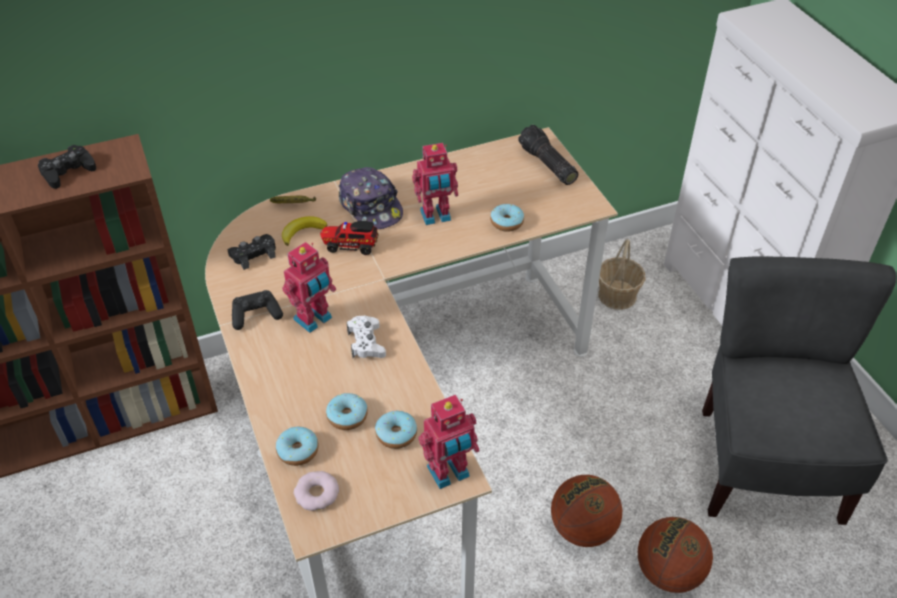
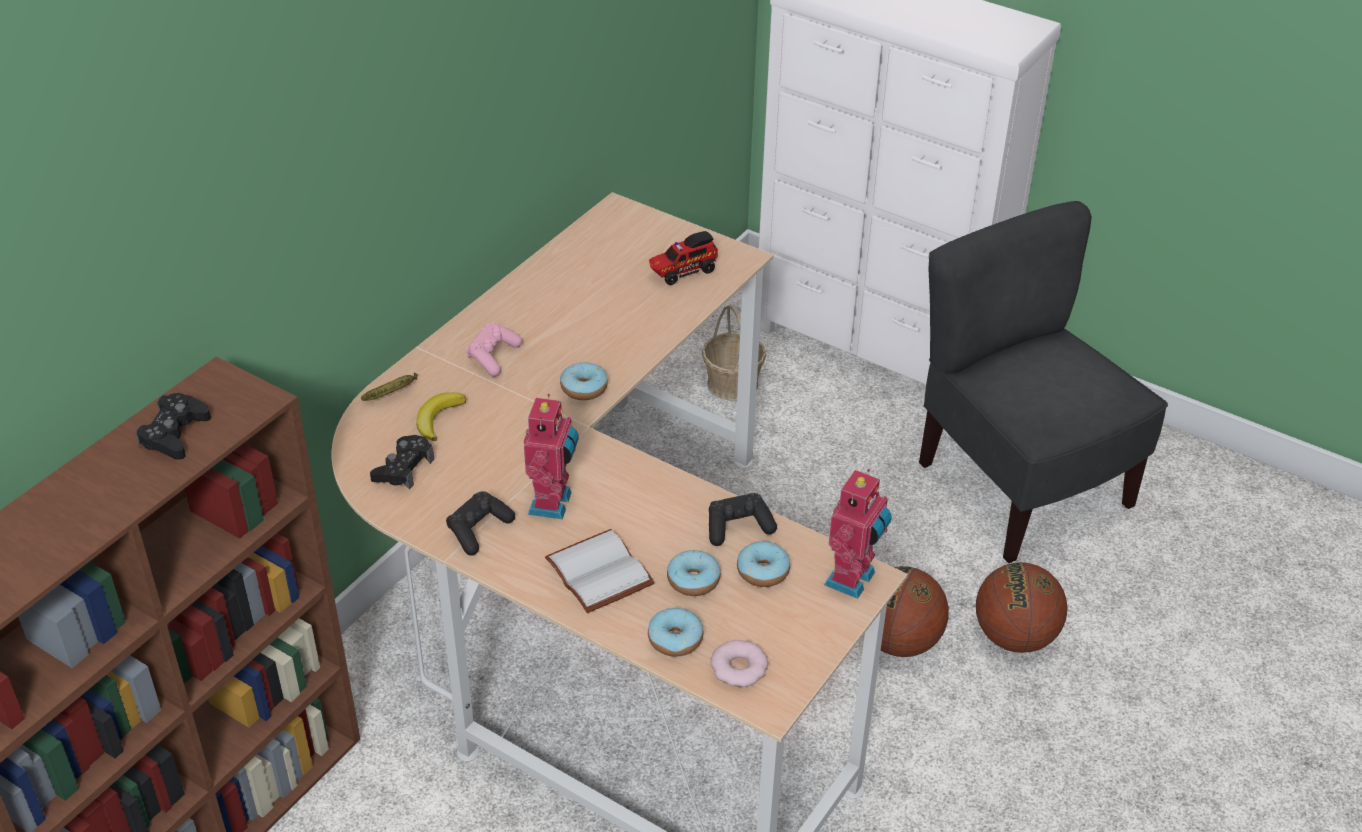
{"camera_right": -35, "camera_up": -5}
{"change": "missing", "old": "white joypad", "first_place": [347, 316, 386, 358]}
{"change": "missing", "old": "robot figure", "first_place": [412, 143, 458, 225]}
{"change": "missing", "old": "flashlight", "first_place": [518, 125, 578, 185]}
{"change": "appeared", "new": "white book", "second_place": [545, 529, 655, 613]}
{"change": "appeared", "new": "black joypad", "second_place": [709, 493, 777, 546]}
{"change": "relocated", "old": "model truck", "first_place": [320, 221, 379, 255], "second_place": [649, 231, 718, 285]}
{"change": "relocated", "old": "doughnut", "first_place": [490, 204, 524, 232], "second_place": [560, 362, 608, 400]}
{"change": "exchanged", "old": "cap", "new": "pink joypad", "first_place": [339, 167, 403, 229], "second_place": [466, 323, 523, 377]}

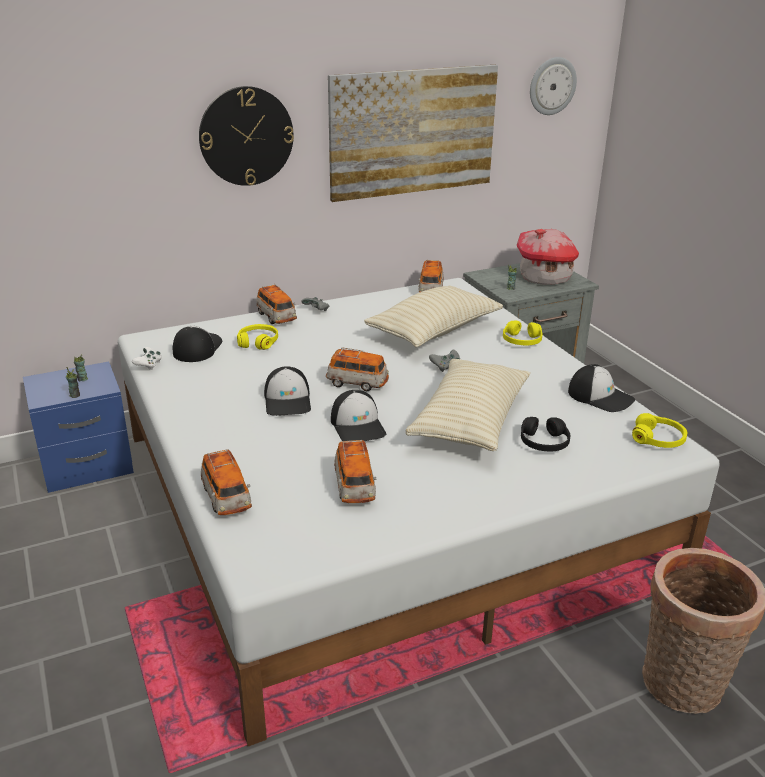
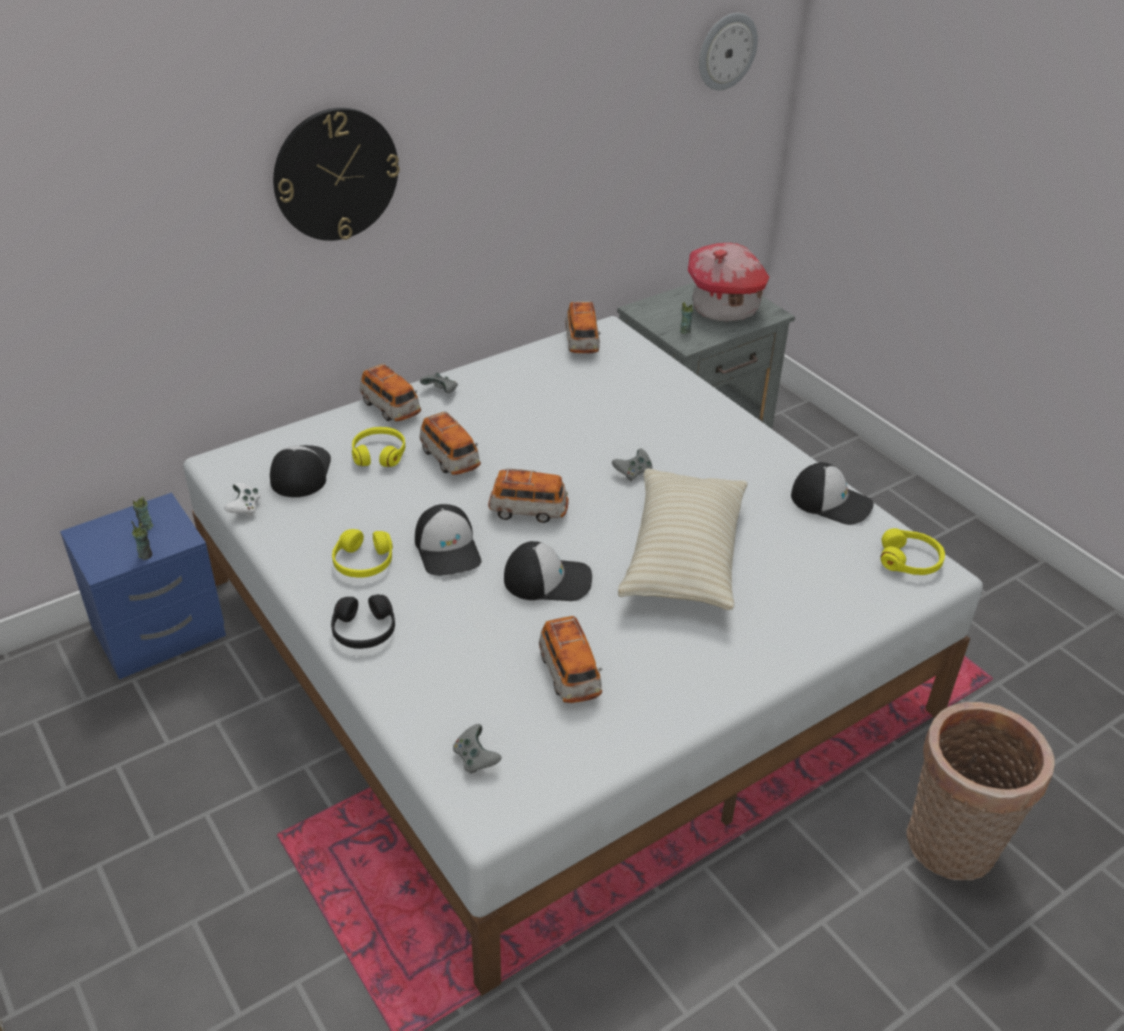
{"camera_right": -10, "camera_up": 10}
{"change": "missing", "old": "wall art", "first_place": [328, 65, 498, 202]}
{"change": "missing", "old": "sand-coloured cushion", "first_place": [364, 285, 503, 348]}
{"change": "appeared", "new": "gray joypad", "second_place": [453, 724, 501, 774]}
{"change": "relocated", "old": "miniature car", "first_place": [201, 449, 252, 515], "second_place": [420, 411, 481, 475]}
{"change": "relocated", "old": "yellowish headphones", "first_place": [503, 321, 542, 345], "second_place": [332, 529, 393, 578]}
{"change": "relocated", "old": "black headphones", "first_place": [521, 417, 570, 451], "second_place": [331, 594, 395, 649]}
{"change": "spun", "old": "cap", "first_place": [331, 390, 386, 441], "second_place": [504, 541, 592, 601], "degrees": -60}

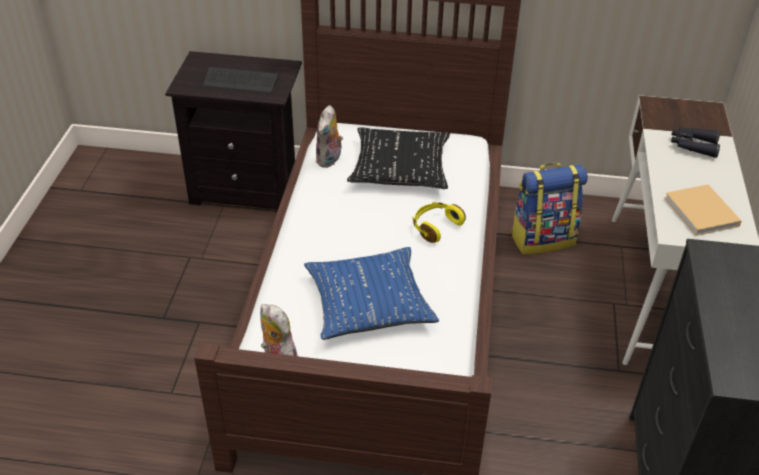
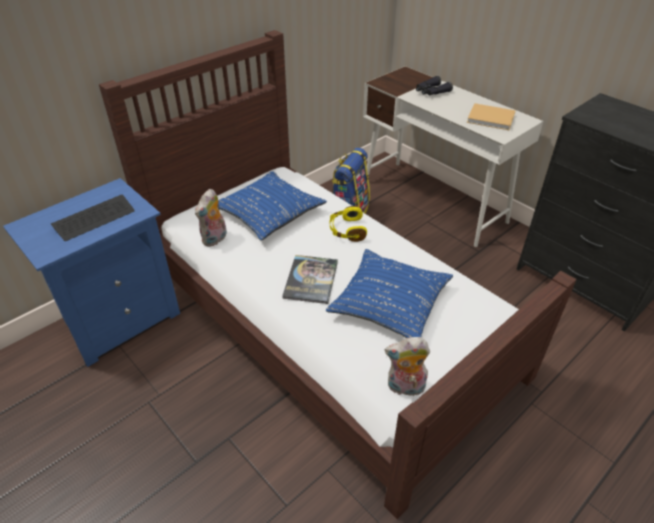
{"camera_right": -50, "camera_up": 0}
{"change": "appeared", "new": "book", "second_place": [282, 255, 338, 304]}
{"change": "colour", "old": "black nightstand", "new": "blue-coloured nightstand", "first_place": [165, 51, 302, 209], "second_place": [3, 178, 180, 367]}
{"change": "colour", "old": "black cushion", "new": "blue-coloured cushion", "first_place": [347, 127, 450, 189], "second_place": [218, 171, 327, 240]}
{"change": "spun", "old": "soft toy", "first_place": [316, 105, 343, 168], "second_place": [195, 189, 227, 247], "degrees": 60}

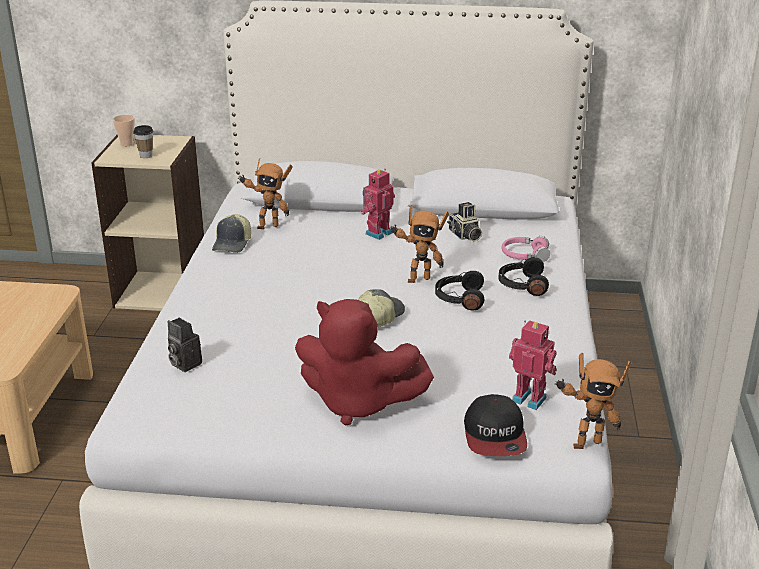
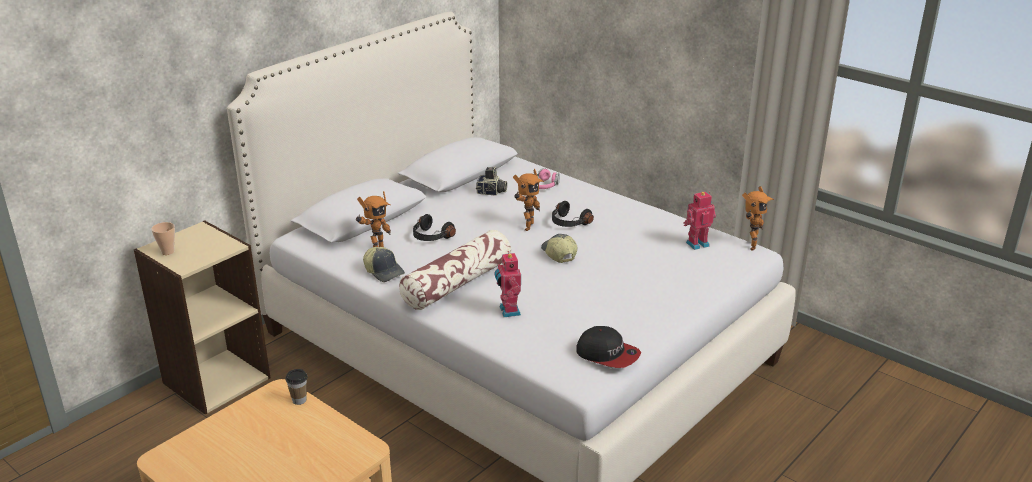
{"camera_right": -55, "camera_up": 0}
{"change": "missing", "old": "still camera", "first_place": [168, 317, 202, 372]}
{"change": "missing", "old": "reddish soft toy", "first_place": [295, 299, 434, 426]}
{"change": "appeared", "new": "cushion", "second_place": [399, 230, 511, 310]}
{"change": "relocated", "old": "drinking cup", "first_place": [133, 125, 153, 158], "second_place": [285, 369, 308, 405]}
{"change": "relocated", "old": "robot figure", "first_place": [360, 170, 395, 240], "second_place": [495, 251, 521, 317]}
{"change": "relocated", "old": "cap", "first_place": [464, 394, 527, 456], "second_place": [577, 326, 641, 368]}
{"change": "relocated", "old": "black headphones", "first_place": [498, 257, 549, 296], "second_place": [413, 214, 456, 241]}

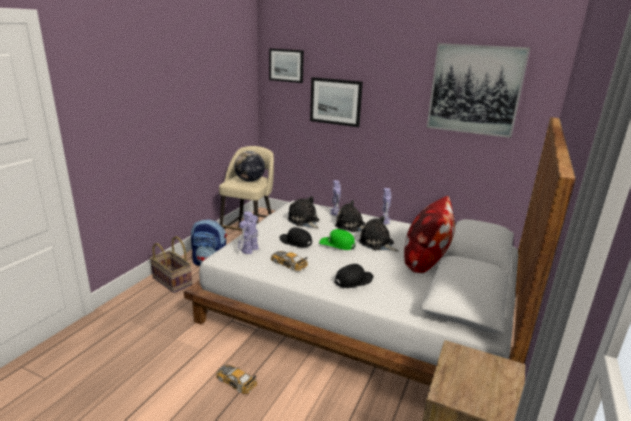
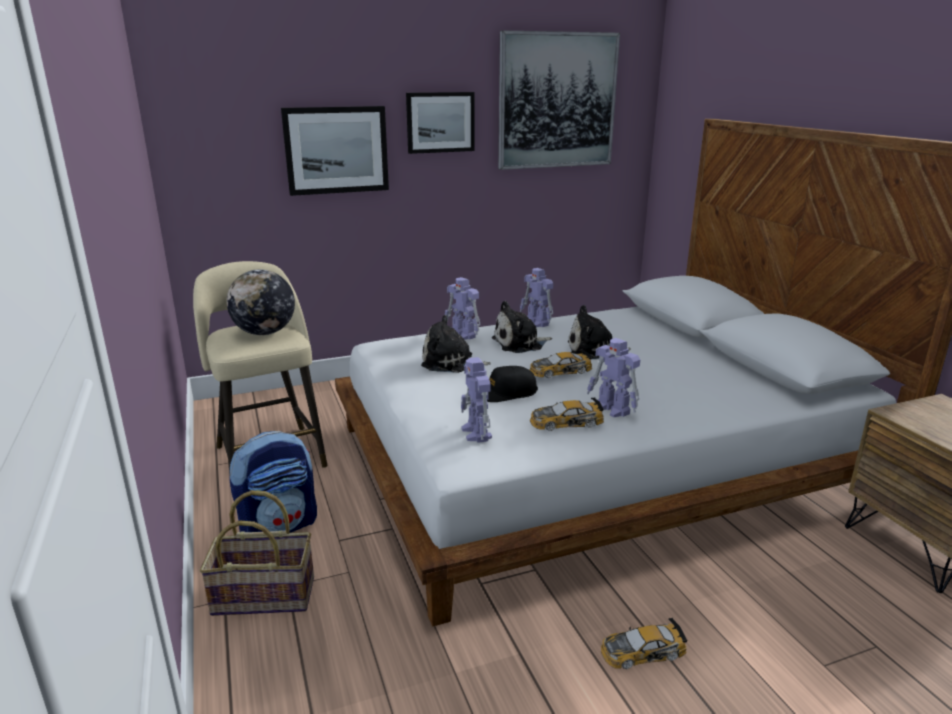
{"camera_right": -45, "camera_up": 0}
{"change": "missing", "old": "black cap", "first_place": [335, 264, 373, 288]}
{"change": "missing", "old": "cushion", "first_place": [404, 196, 455, 273]}
{"change": "appeared", "new": "robot figure", "second_place": [587, 338, 640, 417]}
{"change": "relocated", "old": "wall art", "first_place": [269, 48, 304, 83], "second_place": [406, 92, 474, 154]}
{"change": "exchanged", "old": "greenish cap", "new": "miniature car", "first_place": [319, 229, 355, 250], "second_place": [530, 349, 592, 378]}

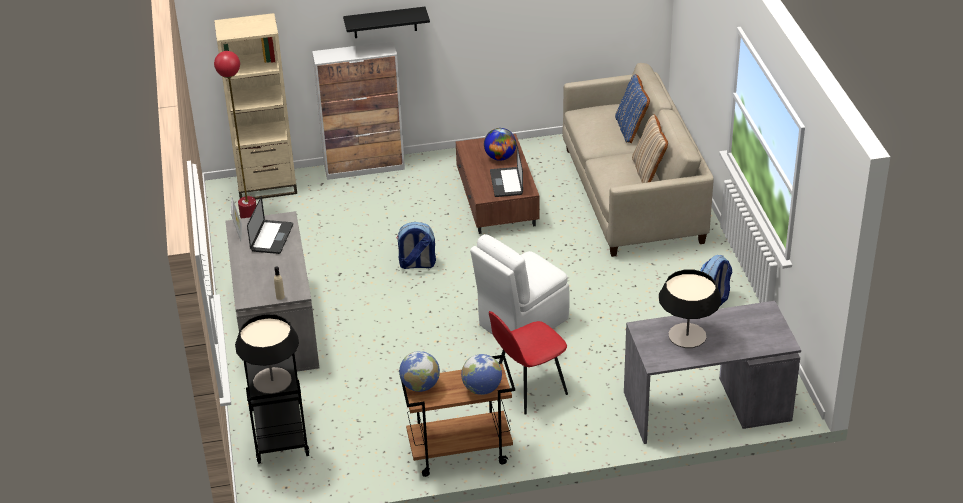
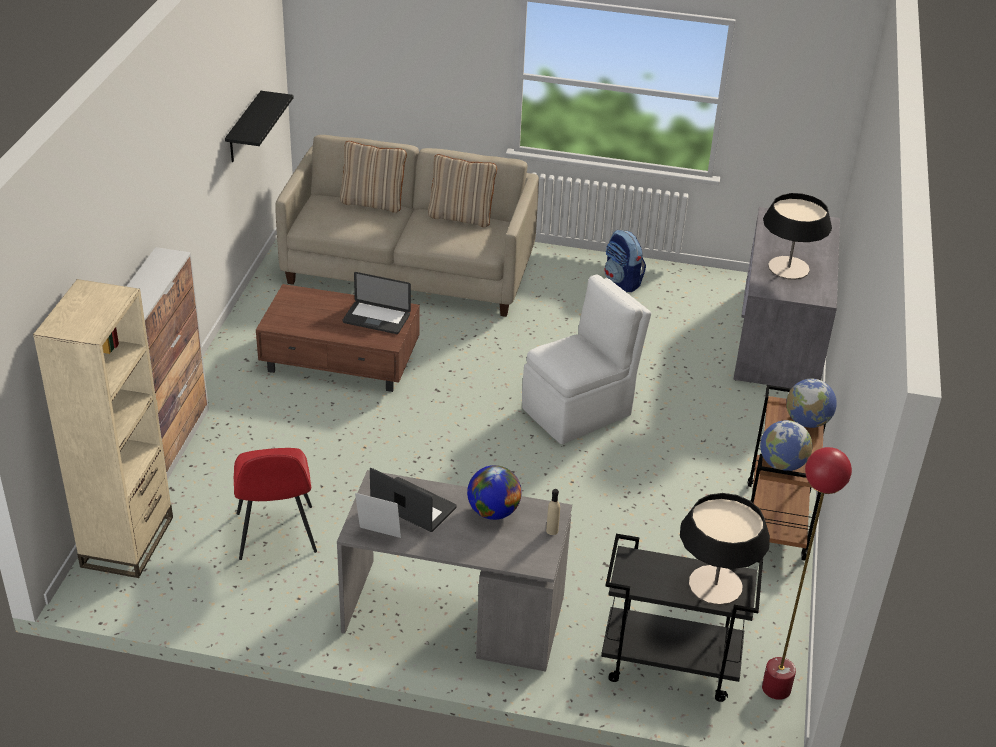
{"camera_right": -70, "camera_up": 0}
{"change": "missing", "old": "rucksack", "first_place": [396, 222, 436, 269]}
{"change": "relocated", "old": "reddish standard lamp", "first_place": [214, 51, 256, 219], "second_place": [762, 447, 852, 700]}
{"change": "relocated", "old": "black wall shelf", "first_place": [343, 7, 430, 38], "second_place": [225, 91, 293, 162]}
{"change": "relocated", "old": "globe", "first_place": [484, 128, 516, 161], "second_place": [467, 465, 522, 520]}
{"change": "relocated", "old": "reddish chair", "first_place": [489, 311, 568, 415], "second_place": [234, 448, 317, 560]}
{"change": "colour", "old": "blue-coloured cushion", "new": "sand-coloured cushion", "first_place": [615, 74, 650, 143], "second_place": [340, 141, 407, 213]}
{"change": "spun", "old": "white chair", "first_place": [470, 234, 570, 335], "second_place": [522, 275, 651, 444], "degrees": -105}

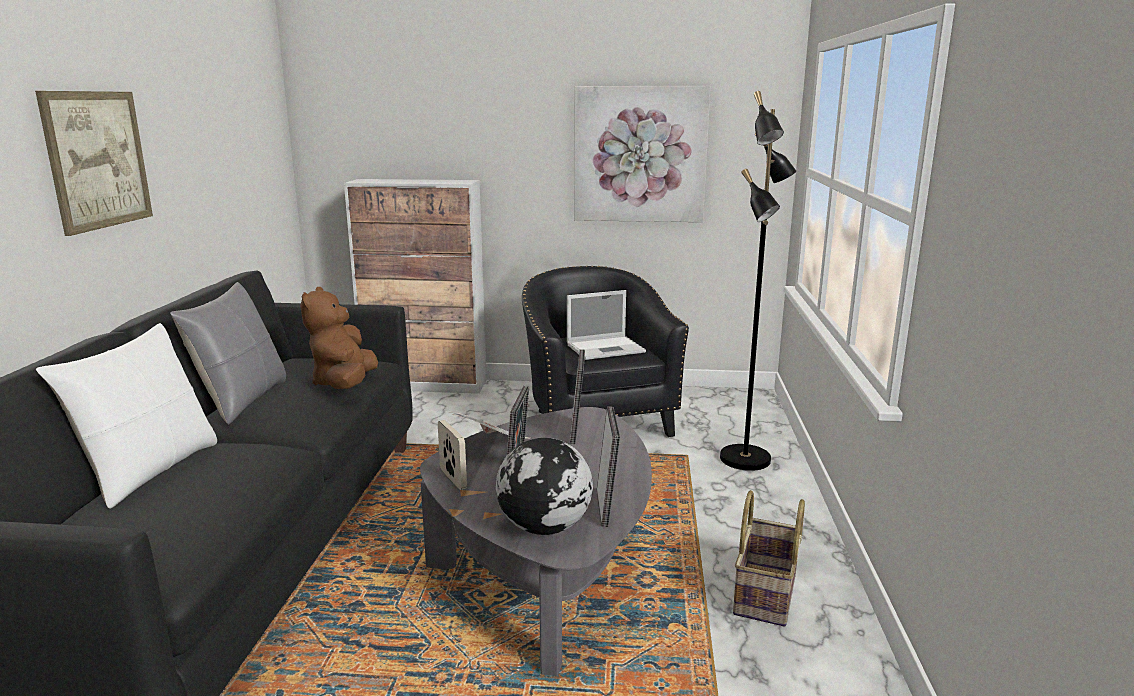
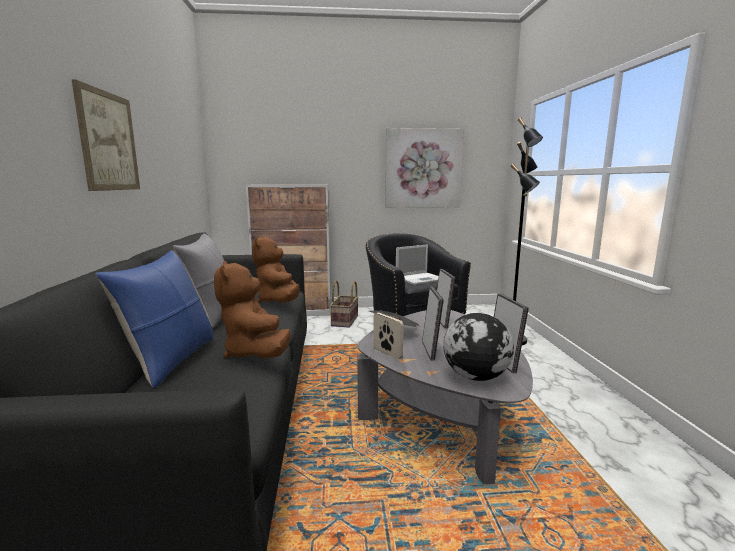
{"camera_right": -10, "camera_up": -5}
{"change": "appeared", "new": "brown-coloured soft toy", "second_place": [214, 261, 291, 359]}
{"change": "relocated", "old": "storage basket", "first_place": [733, 490, 805, 626], "second_place": [330, 280, 358, 328]}
{"change": "colour", "old": "white cushion", "new": "blue-coloured cushion", "first_place": [36, 323, 217, 509], "second_place": [96, 250, 214, 388]}

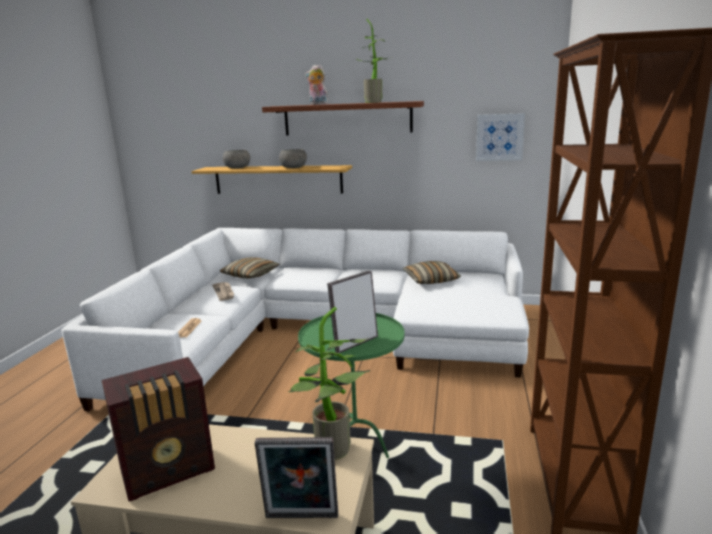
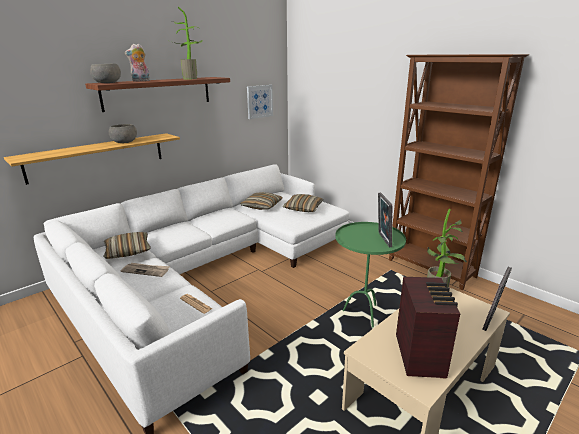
{"camera_right": -55, "camera_up": 5}
{"change": "appeared", "new": "cushion", "second_place": [283, 194, 324, 212]}
{"change": "relocated", "old": "gray serving bowl", "first_place": [223, 150, 250, 169], "second_place": [90, 63, 121, 83]}

